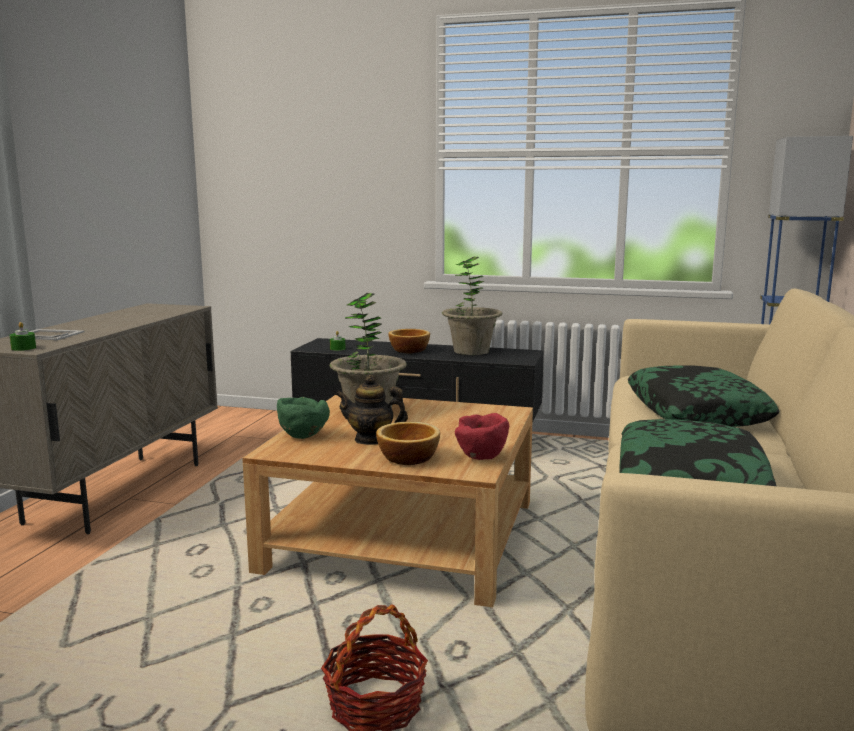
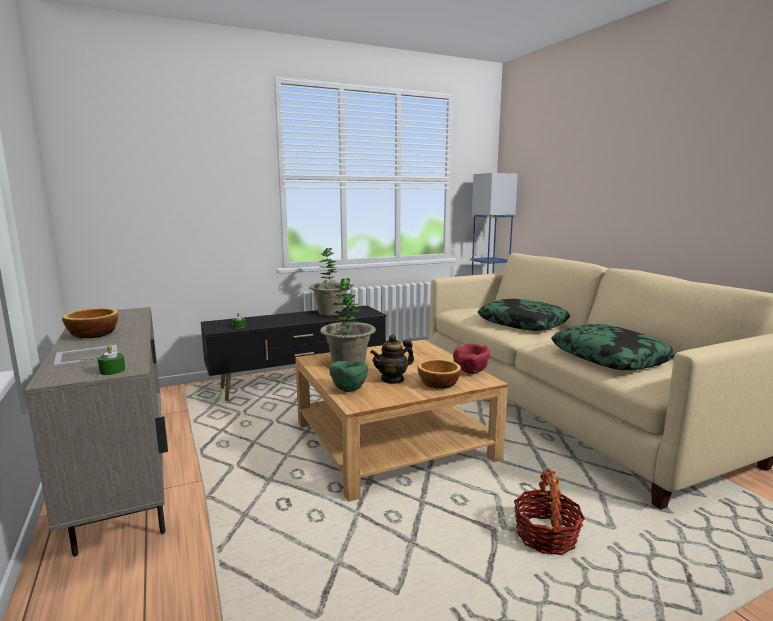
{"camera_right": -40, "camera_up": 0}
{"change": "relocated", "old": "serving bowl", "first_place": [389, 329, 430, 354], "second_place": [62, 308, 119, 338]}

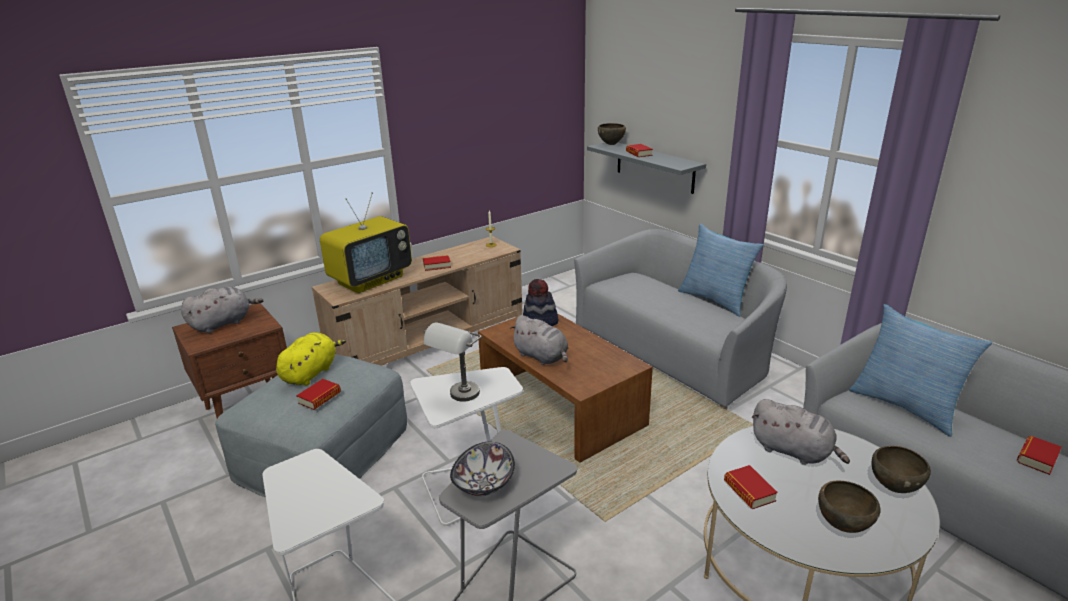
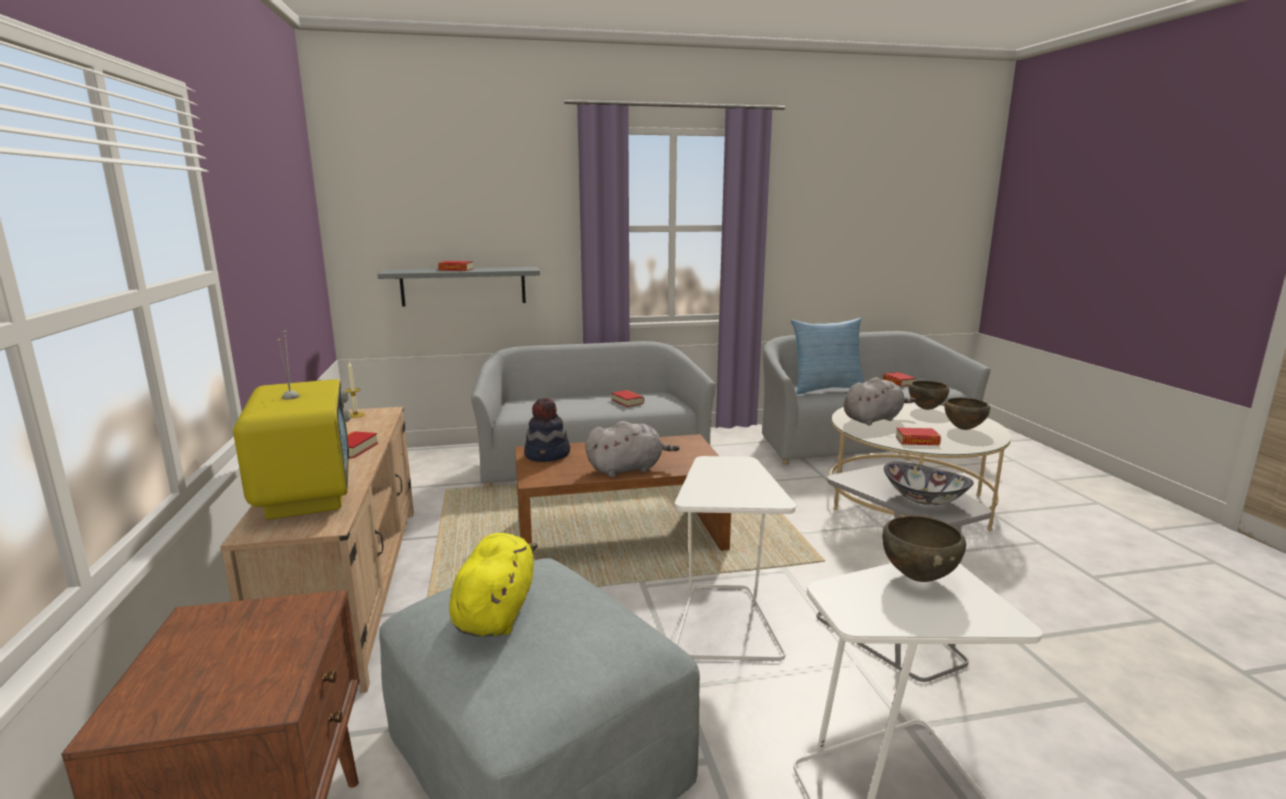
{"camera_right": -65, "camera_up": -10}
{"change": "missing", "old": "gray soft toy", "first_place": [181, 287, 263, 333]}
{"change": "missing", "old": "gray table lamp", "first_place": [423, 322, 482, 402]}
{"change": "missing", "old": "cushion", "first_place": [678, 224, 764, 317]}
{"change": "relocated", "old": "book", "first_place": [296, 379, 341, 410], "second_place": [612, 390, 644, 407]}
{"change": "relocated", "old": "brown-coloured serving bowl", "first_place": [598, 123, 626, 145], "second_place": [882, 516, 966, 582]}
{"change": "spun", "old": "yellowish soft toy", "first_place": [276, 333, 346, 385], "second_place": [449, 533, 538, 637], "degrees": 45}

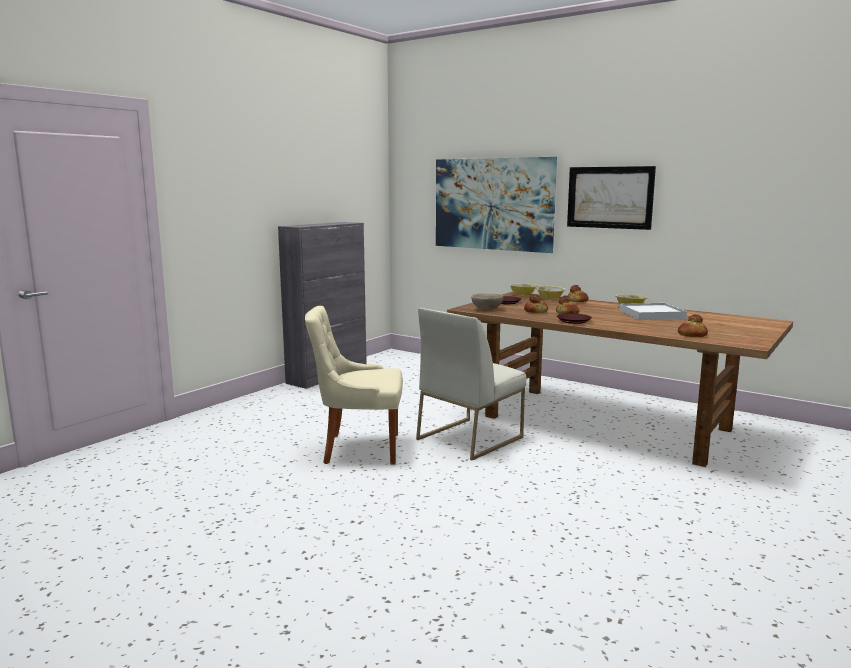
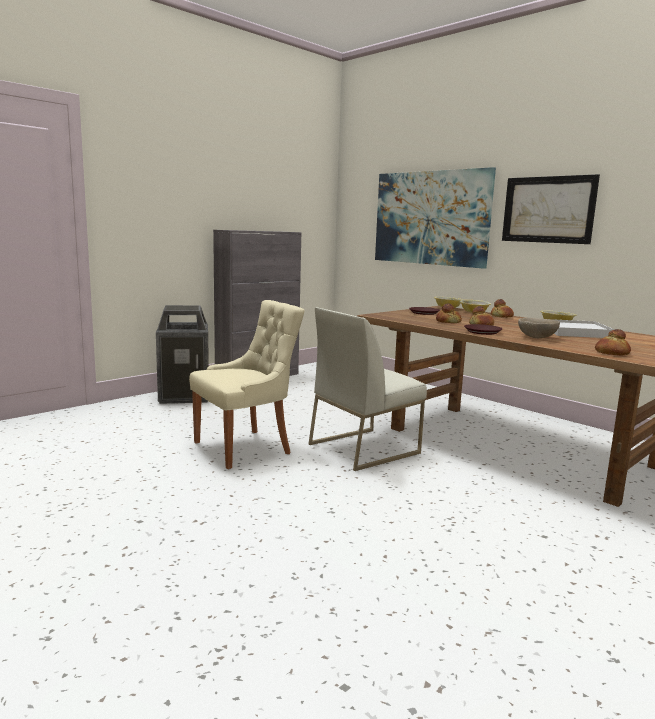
{"camera_right": 10, "camera_up": 0}
{"change": "appeared", "new": "waste bin", "second_place": [156, 305, 209, 404]}
{"change": "relocated", "old": "sand-coloured serving bowl", "first_place": [471, 293, 503, 310], "second_place": [518, 318, 560, 338]}
{"change": "spun", "old": "sand-coloured chair", "first_place": [305, 306, 403, 465], "second_place": [189, 300, 305, 469], "degrees": 135}

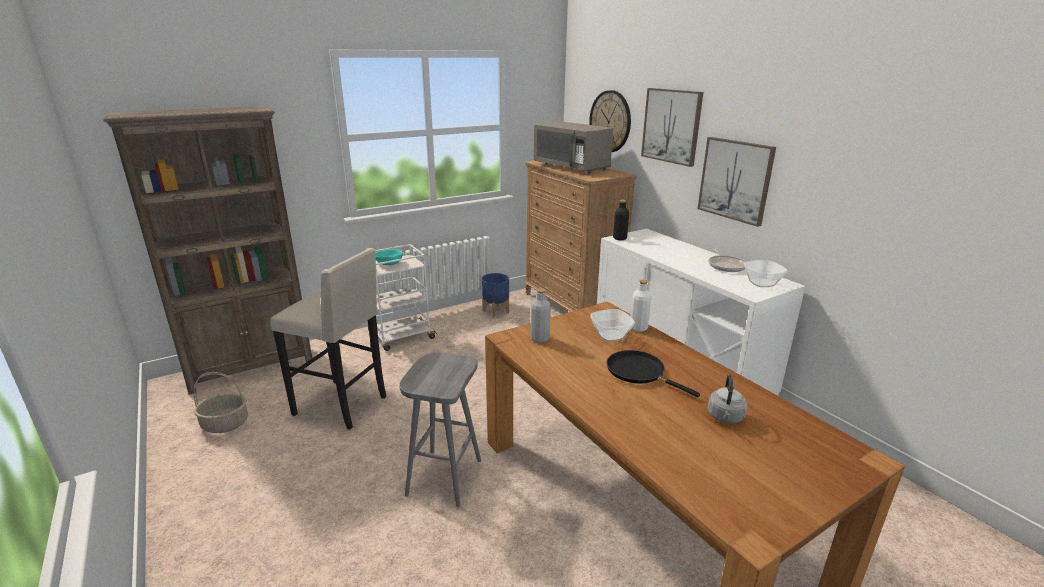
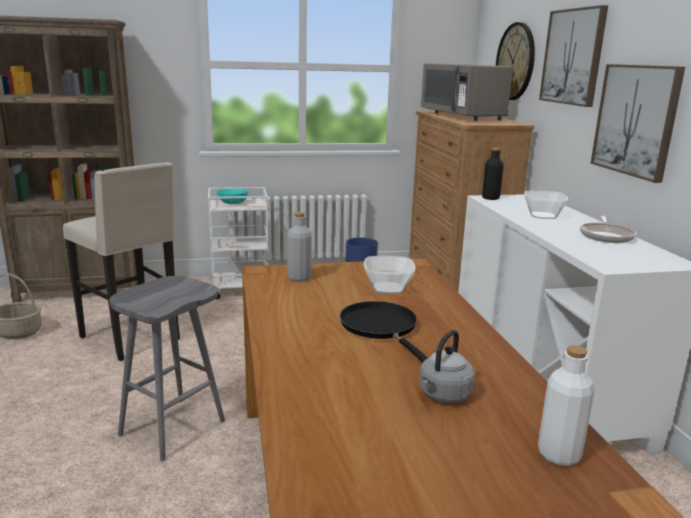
{"camera_right": 20, "camera_up": -5}
{"change": "relocated", "old": "white drink bottle", "first_place": [630, 280, 651, 332], "second_place": [538, 345, 595, 466]}
{"change": "relocated", "old": "serving bowl", "first_place": [744, 260, 788, 287], "second_place": [524, 191, 568, 219]}

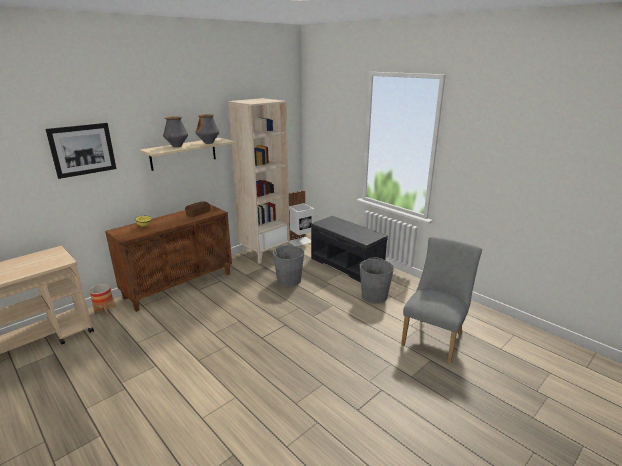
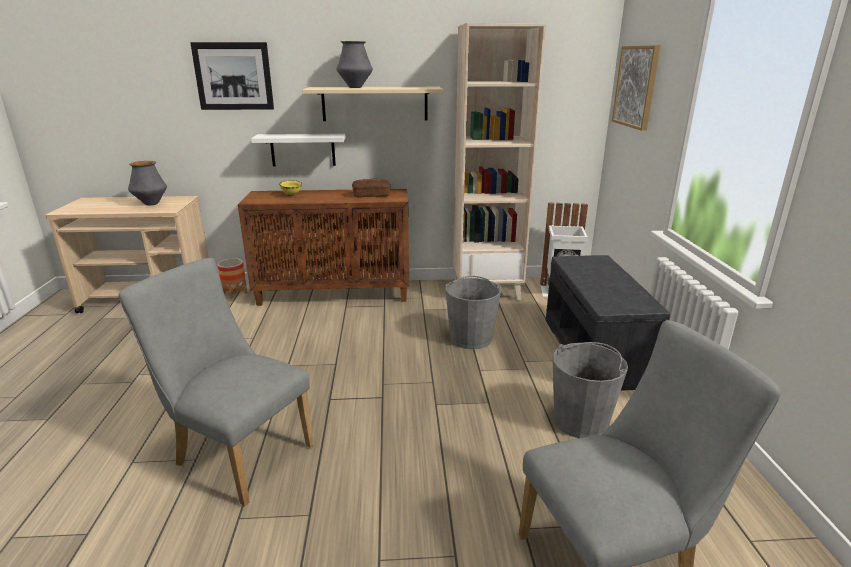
{"camera_right": 40, "camera_up": 0}
{"change": "appeared", "new": "gray chair", "second_place": [118, 258, 314, 506]}
{"change": "appeared", "new": "white wall shelf", "second_place": [251, 134, 346, 166]}
{"change": "appeared", "new": "wall art", "second_place": [612, 45, 660, 131]}
{"change": "relocated", "old": "vase", "first_place": [196, 114, 219, 144], "second_place": [128, 161, 167, 206]}

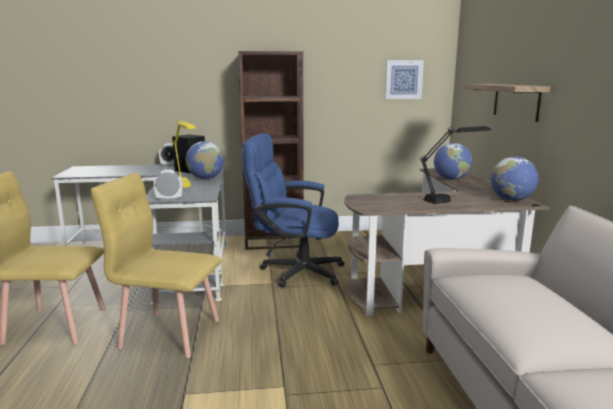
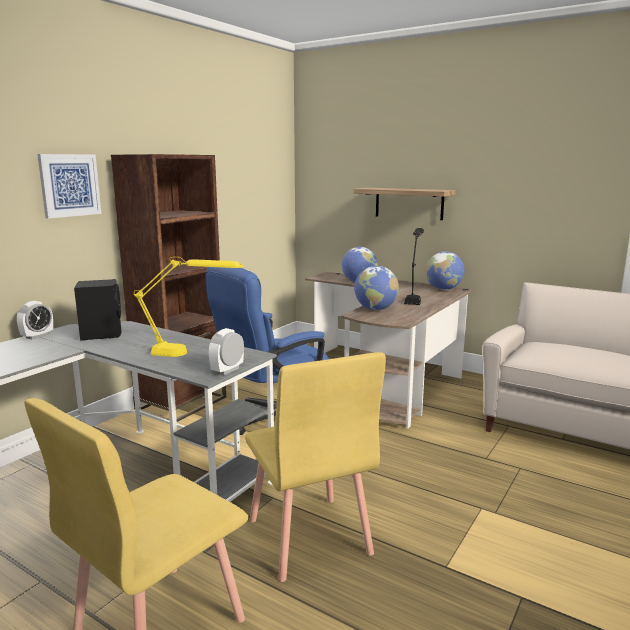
{"camera_right": -50, "camera_up": 0}
{"change": "relocated", "old": "globe", "first_place": [186, 141, 224, 179], "second_place": [354, 266, 399, 310]}
{"change": "relocated", "old": "wall art", "first_place": [385, 60, 424, 99], "second_place": [37, 154, 101, 219]}
{"change": "spun", "old": "yellowish chair", "first_place": [91, 173, 222, 358], "second_place": [245, 352, 386, 582], "degrees": -75}

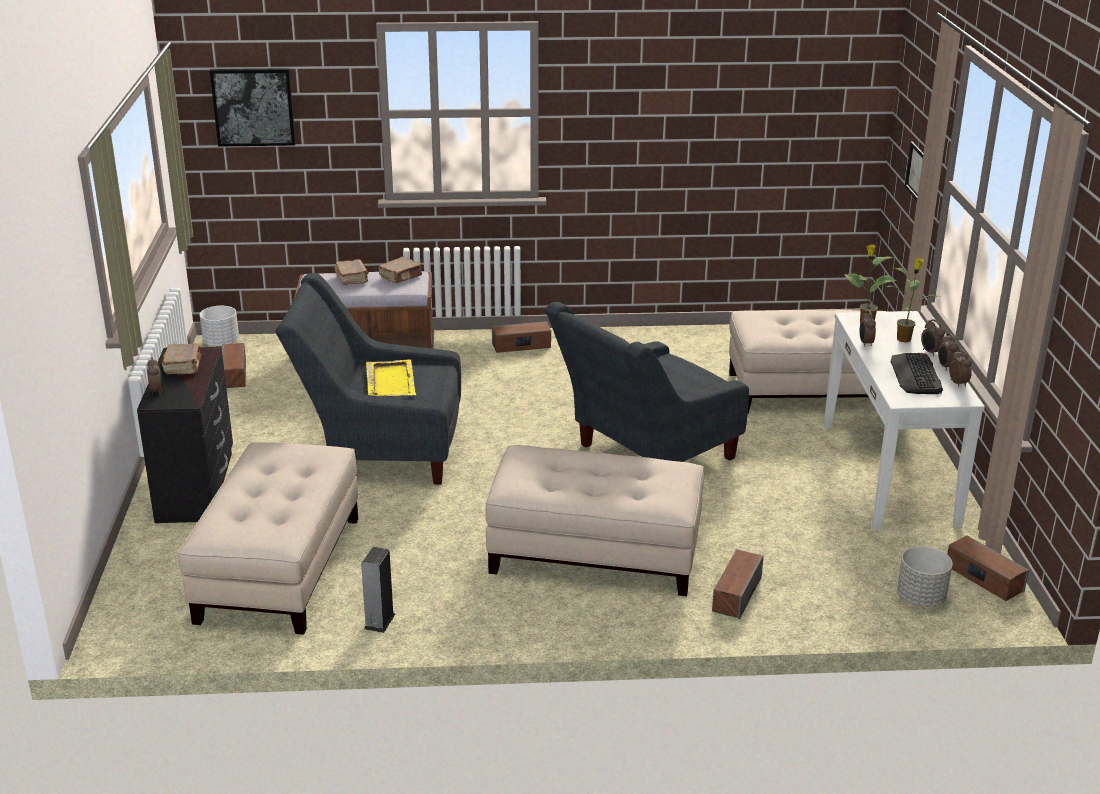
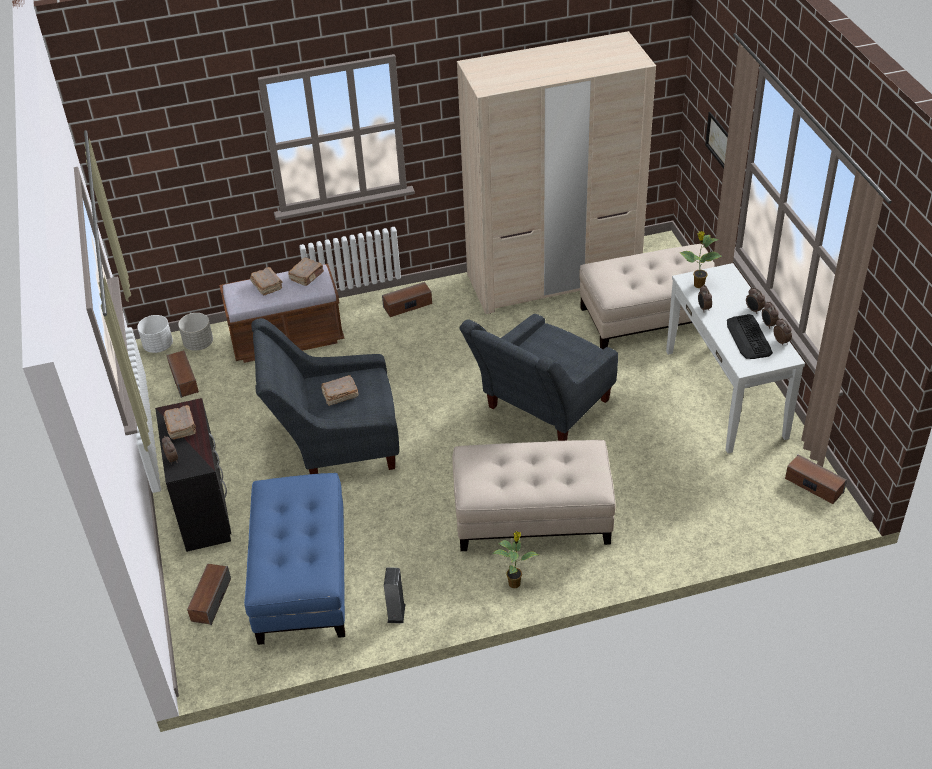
{"camera_right": -10, "camera_up": 15}
{"change": "missing", "old": "wall art", "first_place": [210, 68, 296, 147]}
{"change": "appeared", "new": "sand-coloured clothes cupboard", "second_place": [457, 31, 656, 314]}
{"change": "relocated", "old": "audio speaker", "first_place": [712, 549, 764, 619], "second_place": [187, 564, 231, 625]}
{"change": "relocated", "old": "houseplant", "first_place": [886, 258, 941, 343], "second_place": [492, 531, 539, 588]}
{"change": "relocated", "old": "gray planter", "first_place": [897, 546, 953, 607], "second_place": [178, 313, 213, 351]}
{"change": "exchanged", "old": "yellowish carrying tray", "new": "brown-coloured book", "first_place": [366, 359, 417, 397], "second_place": [321, 375, 359, 406]}
{"change": "colour", "old": "sand-coloured ottoman", "new": "blue-coloured ottoman", "first_place": [178, 442, 358, 635], "second_place": [244, 473, 345, 645]}

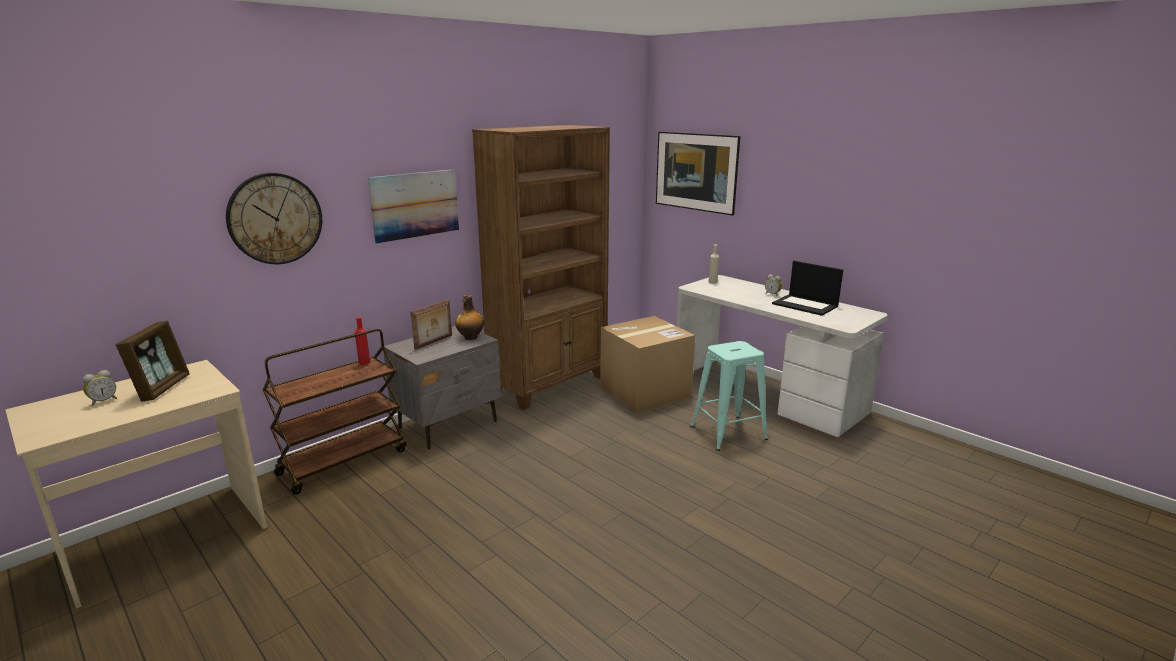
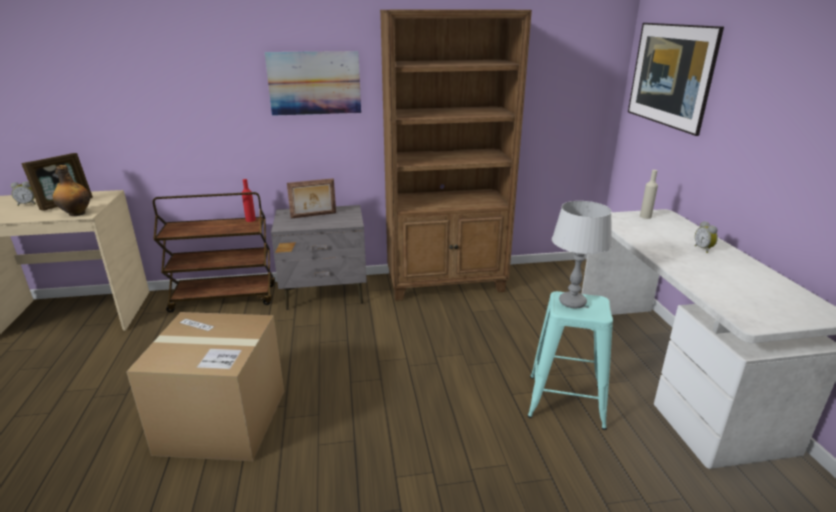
{"camera_right": 35, "camera_up": 5}
{"change": "missing", "old": "hanging clock", "first_place": [226, 173, 322, 264]}
{"change": "missing", "old": "portable computer", "first_place": [772, 261, 843, 316]}
{"change": "appeared", "new": "gray table lamp", "second_place": [552, 201, 612, 308]}
{"change": "relocated", "old": "drink bottle", "first_place": [455, 295, 484, 340], "second_place": [53, 165, 90, 216]}
{"change": "relocated", "old": "carton", "first_place": [600, 316, 695, 413], "second_place": [126, 312, 284, 461]}

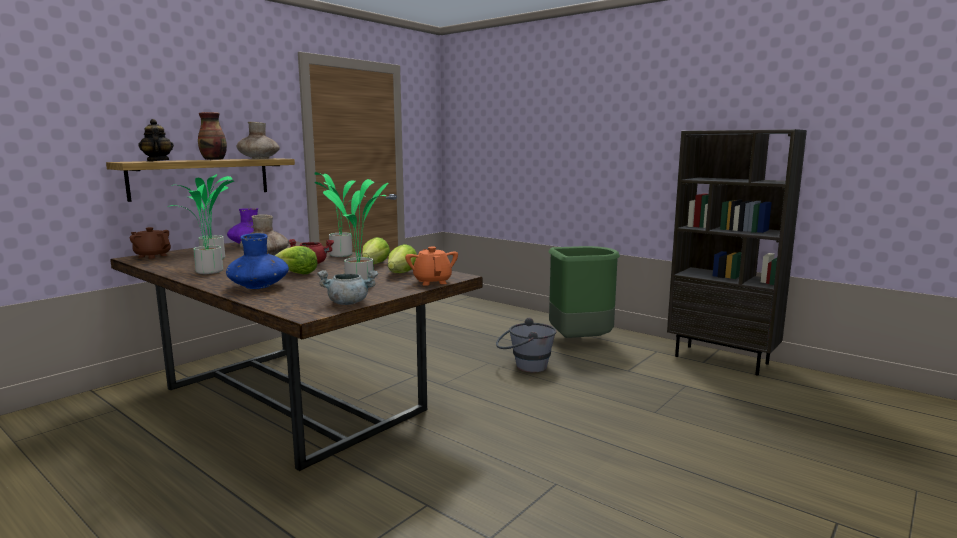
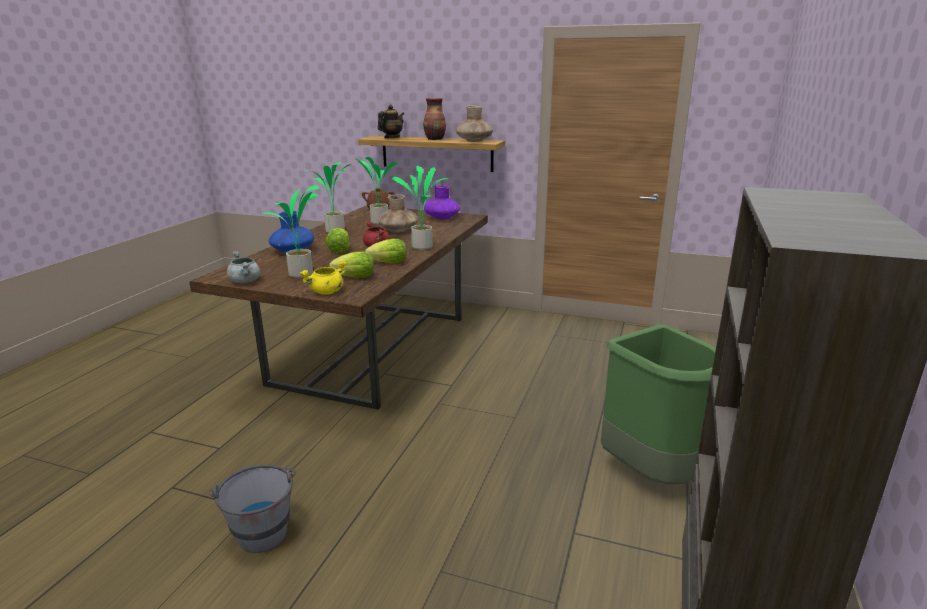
{"camera_right": 70, "camera_up": 10}
{"change": "relocated", "old": "gray pail", "first_place": [496, 318, 557, 372], "second_place": [209, 464, 296, 553]}
{"change": "exchanged", "old": "orange tea pot", "new": "yellowish stockpot", "first_place": [405, 247, 458, 286], "second_place": [299, 261, 346, 295]}

